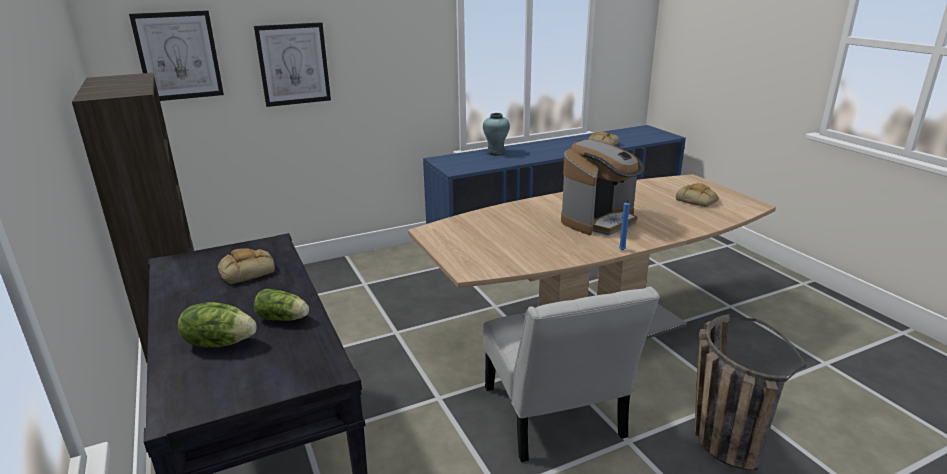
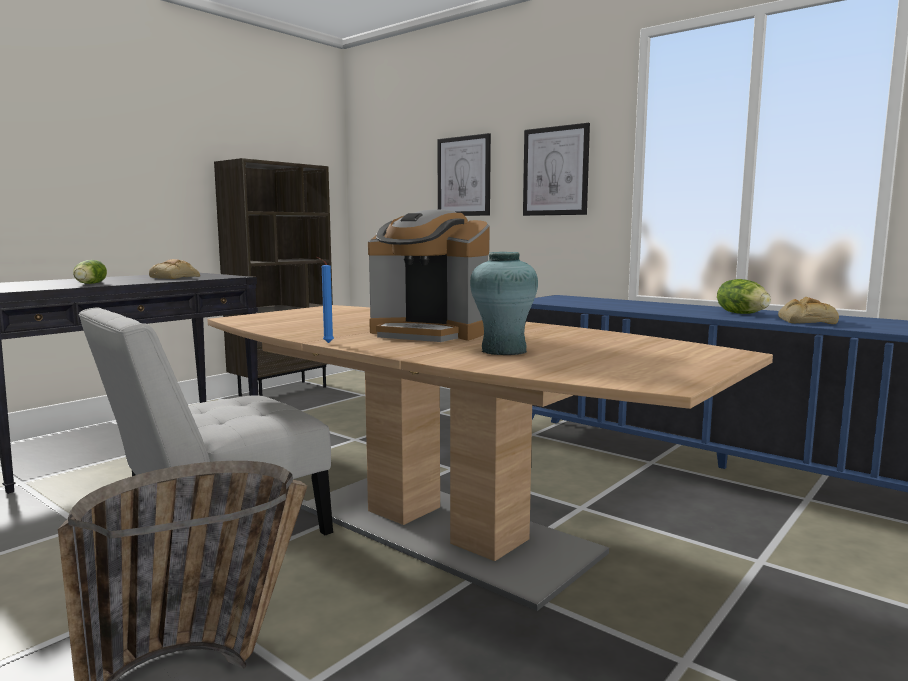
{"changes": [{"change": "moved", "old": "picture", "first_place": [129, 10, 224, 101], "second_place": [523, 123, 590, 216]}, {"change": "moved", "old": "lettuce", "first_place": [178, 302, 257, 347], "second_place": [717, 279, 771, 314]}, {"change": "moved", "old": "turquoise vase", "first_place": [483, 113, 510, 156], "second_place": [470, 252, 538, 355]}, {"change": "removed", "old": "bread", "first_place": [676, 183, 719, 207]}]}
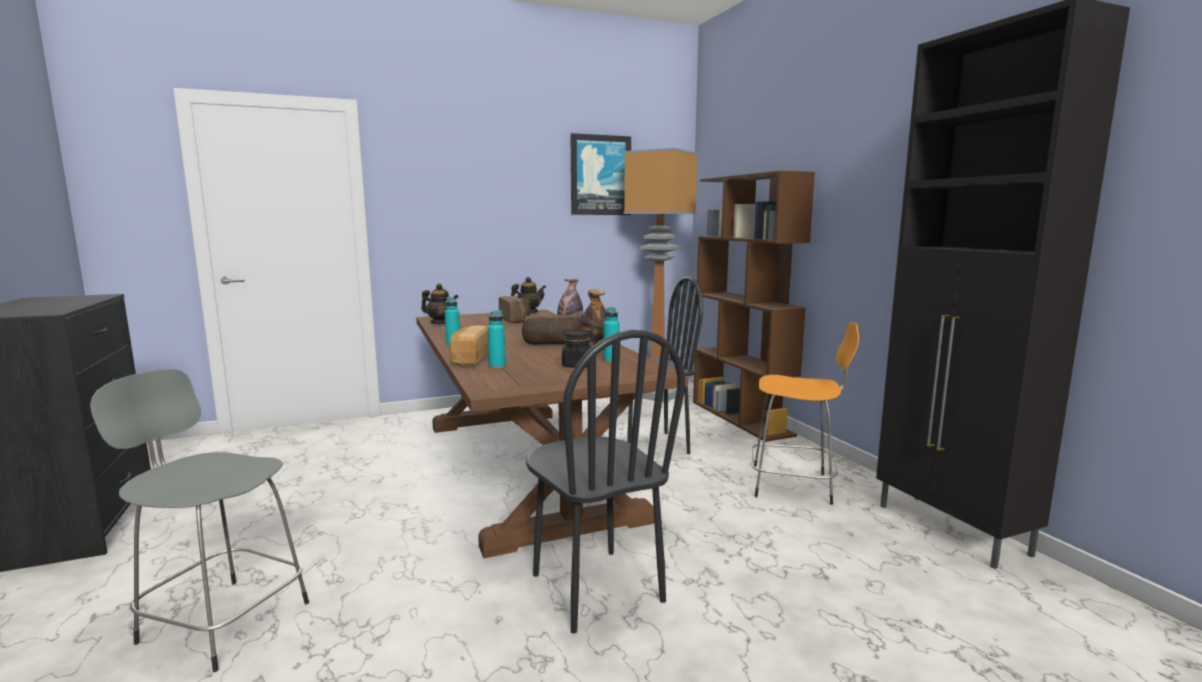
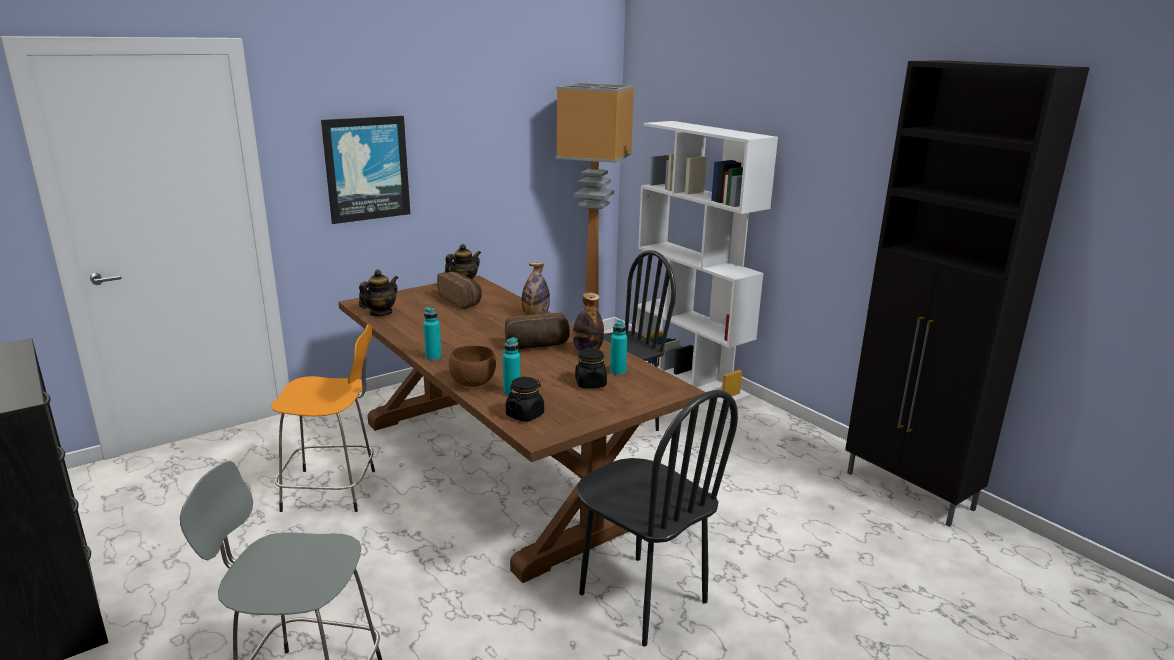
{"changes": [{"change": "turned", "old": "teapot", "first_place": [421, 284, 458, 324], "second_place": [359, 270, 398, 316], "degrees": -60}, {"change": "replaced", "old": "bread", "new": "brown bowl", "first_place": [450, 326, 488, 366], "second_place": [449, 346, 496, 387]}, {"change": "moved", "old": "picture", "first_place": [571, 133, 631, 215], "second_place": [321, 116, 410, 224]}, {"change": "recoloured", "old": "brown bookcase", "new": "white bookcase", "first_place": [693, 171, 815, 442], "second_place": [635, 121, 778, 406]}, {"change": "moved", "old": "orange stool", "first_place": [751, 322, 859, 505], "second_place": [271, 324, 375, 512]}, {"change": "added", "new": "black jar", "second_place": [506, 377, 544, 422]}]}
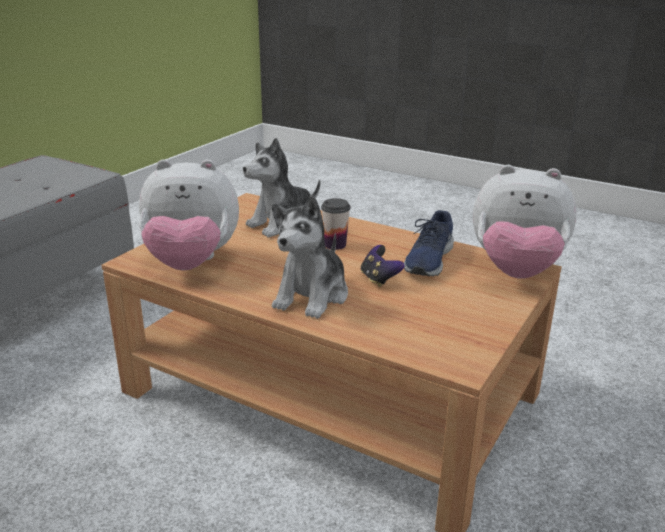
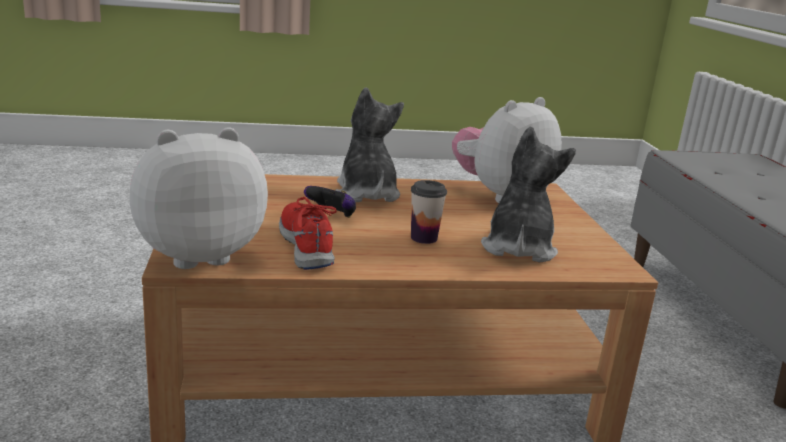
{"changes": [{"change": "recoloured", "old": "blue shoe", "new": "red shoe", "first_place": [404, 210, 454, 276], "second_place": [279, 197, 337, 270]}]}
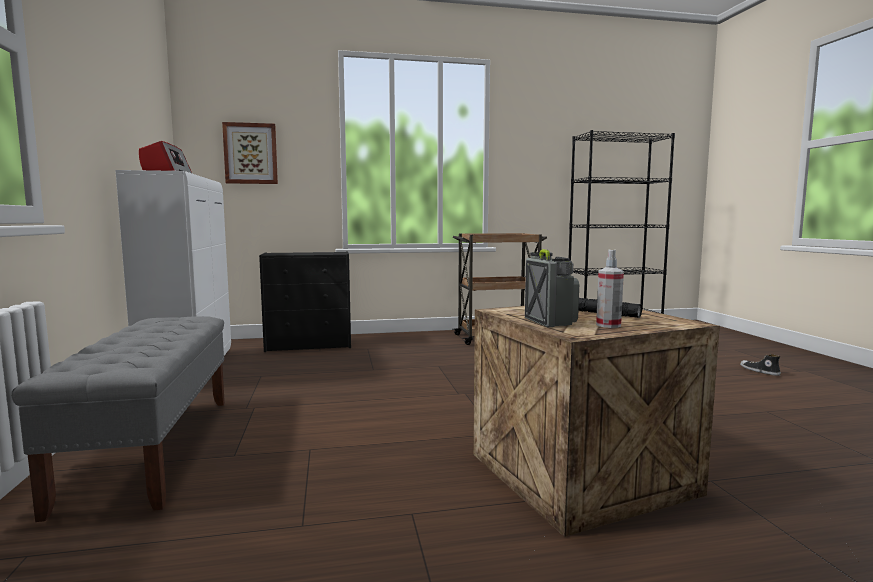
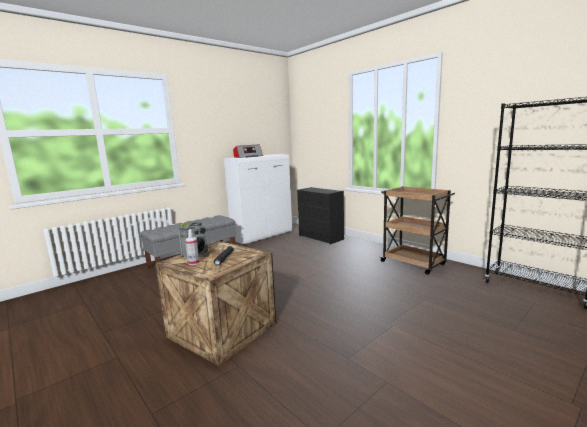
{"changes": [{"change": "removed", "old": "picture", "first_place": [222, 122, 278, 184]}, {"change": "removed", "old": "shoe", "first_place": [740, 354, 781, 376]}]}
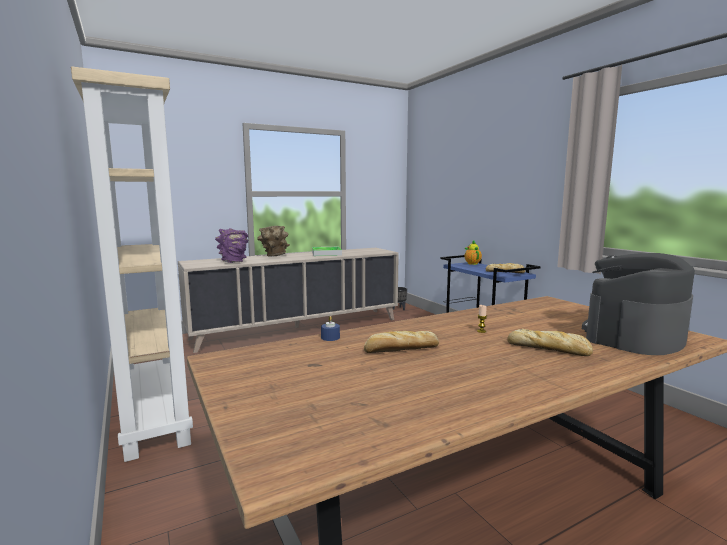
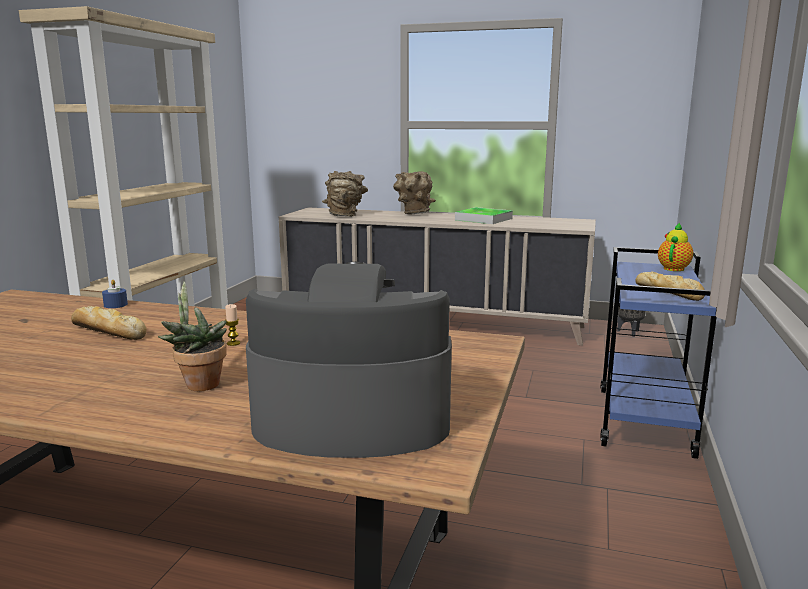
{"changes": [{"change": "recoloured", "old": "purple vase", "new": "brown vase", "first_place": [215, 228, 248, 263], "second_place": [322, 171, 368, 217]}, {"change": "replaced", "old": "bread", "new": "potted plant", "first_place": [507, 328, 593, 356], "second_place": [158, 281, 227, 391]}]}
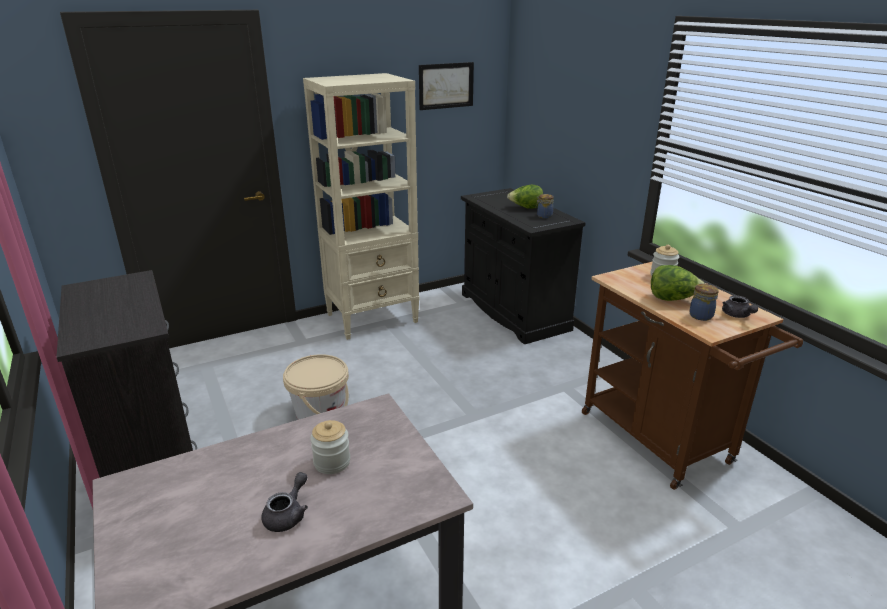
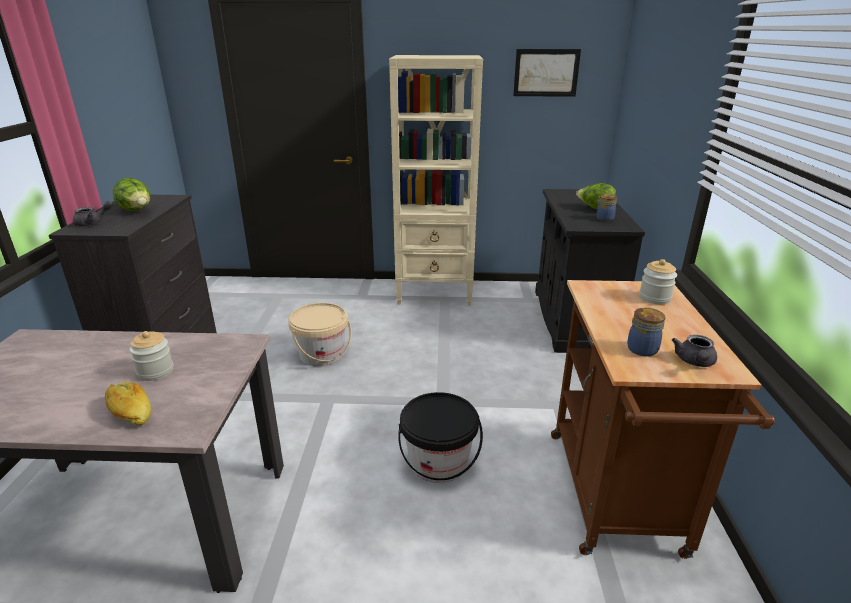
{"changes": [{"change": "moved", "old": "grey teapot", "first_place": [261, 472, 308, 532], "second_place": [73, 201, 113, 226]}, {"change": "moved", "old": "lettuce", "first_place": [651, 265, 706, 301], "second_place": [113, 178, 150, 211]}, {"change": "added", "new": "bread", "second_place": [105, 382, 151, 425]}, {"change": "added", "new": "black bucket", "second_place": [398, 392, 483, 483]}]}
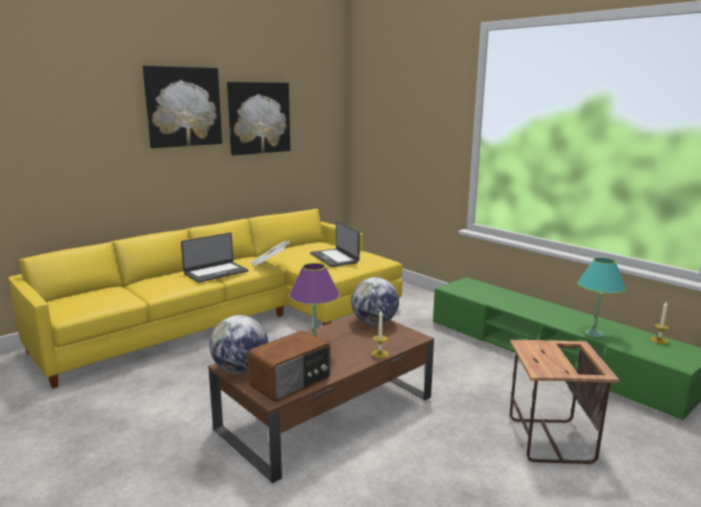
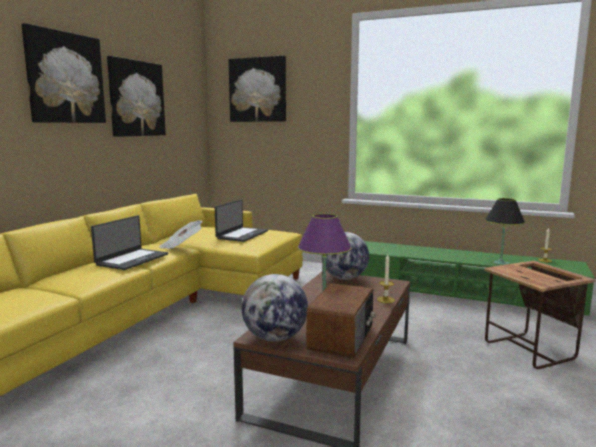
{"changes": [{"change": "turned", "old": "laptop", "first_place": [310, 221, 360, 267], "second_place": [215, 199, 268, 242], "degrees": -105}, {"change": "recoloured", "old": "turquoise table lamp", "new": "black table lamp", "first_place": [577, 258, 626, 337], "second_place": [485, 198, 525, 265]}, {"change": "added", "new": "picture", "second_place": [228, 56, 286, 122]}]}
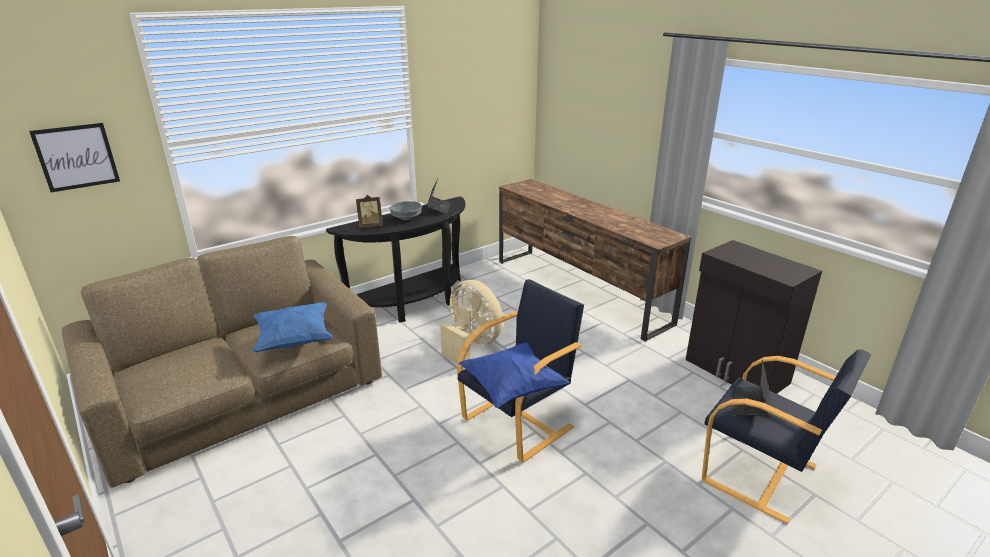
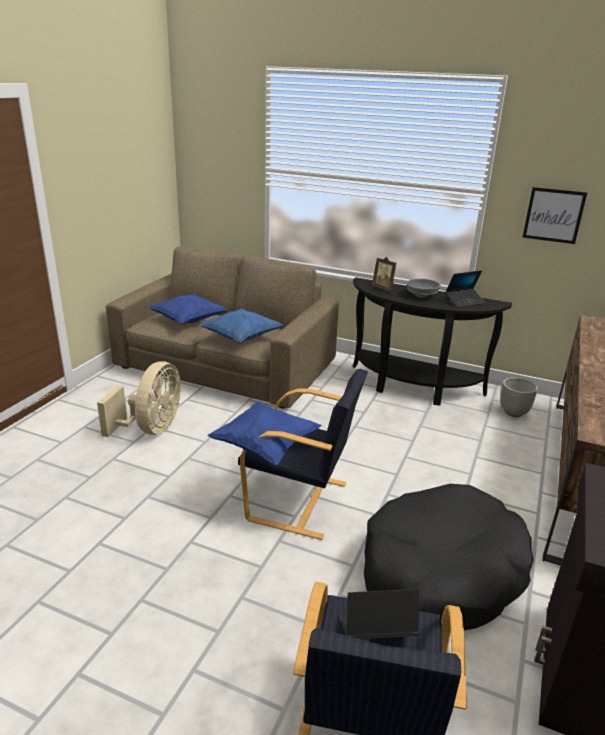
{"changes": [{"change": "moved", "old": "picture", "first_place": [29, 123, 120, 192], "second_place": [522, 187, 587, 244]}, {"change": "moved", "old": "beige fan", "first_place": [440, 280, 503, 369], "second_place": [97, 361, 181, 437]}, {"change": "added", "new": "blue pillow", "second_place": [148, 294, 228, 325]}, {"change": "added", "new": "black dog bed", "second_place": [364, 484, 533, 630]}, {"change": "added", "new": "planter", "second_place": [500, 377, 538, 417]}]}
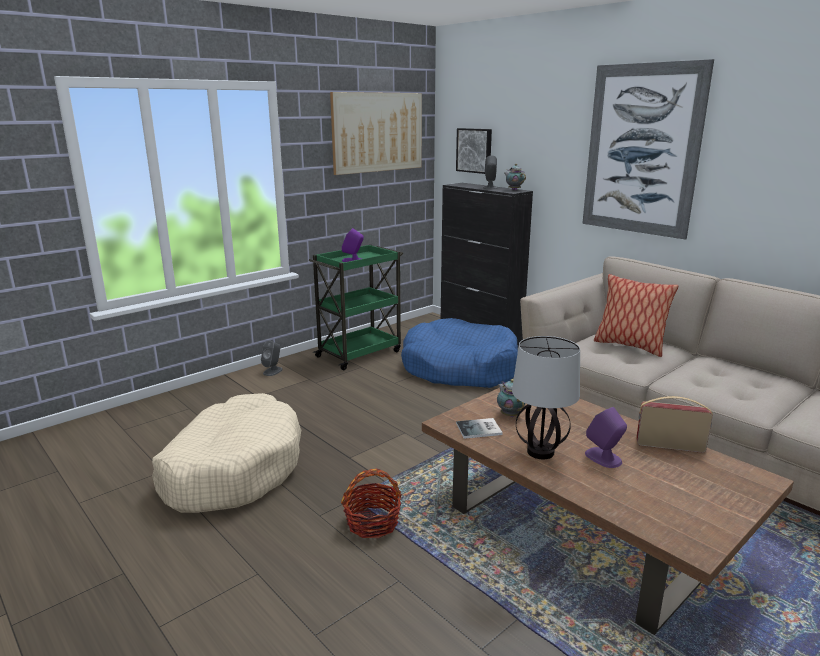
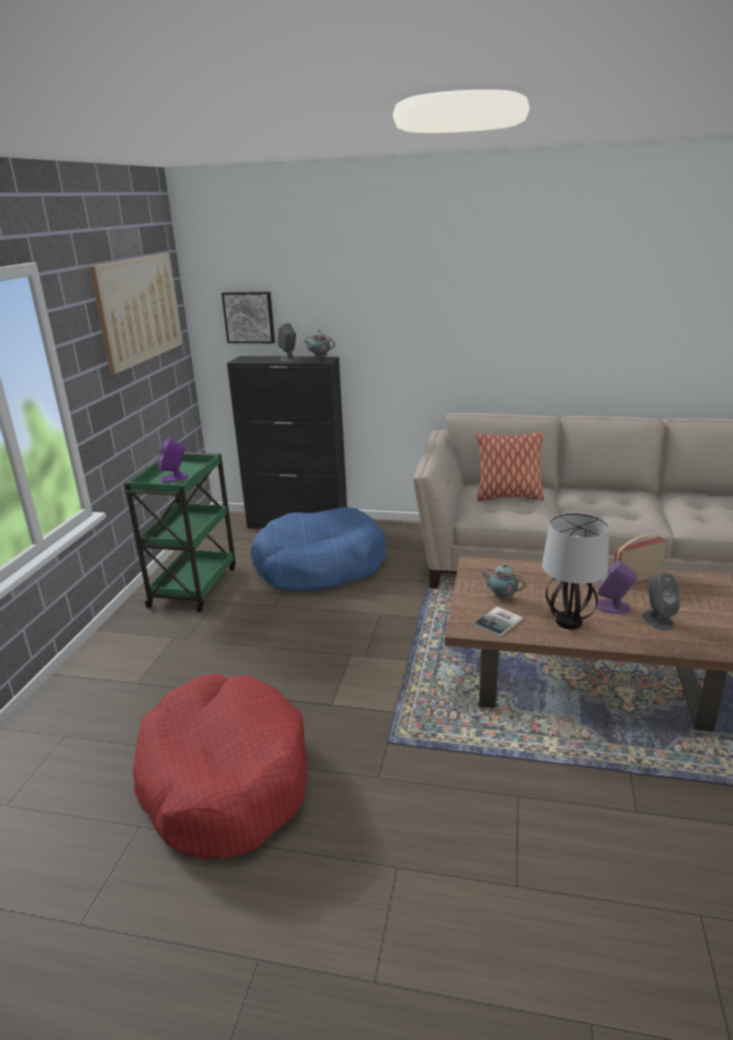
{"changes": [{"change": "recoloured", "old": "beige dog bed", "new": "red dog bed", "first_place": [152, 393, 301, 513], "second_place": [133, 673, 307, 859]}, {"change": "moved", "old": "grey speaker", "first_place": [261, 341, 283, 376], "second_place": [642, 573, 680, 630]}, {"change": "removed", "old": "basket", "first_place": [341, 469, 402, 538]}, {"change": "removed", "old": "picture", "first_place": [582, 59, 714, 240]}]}
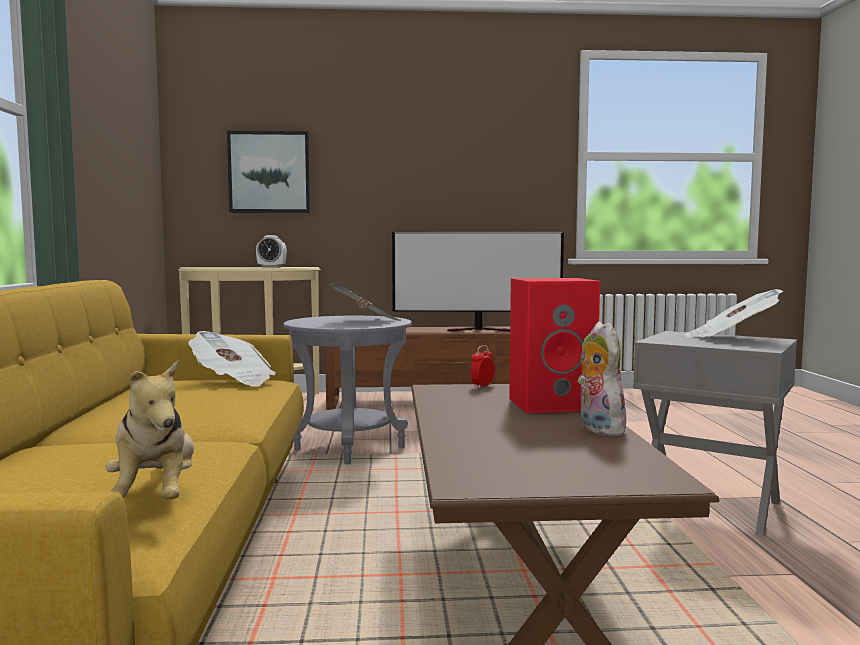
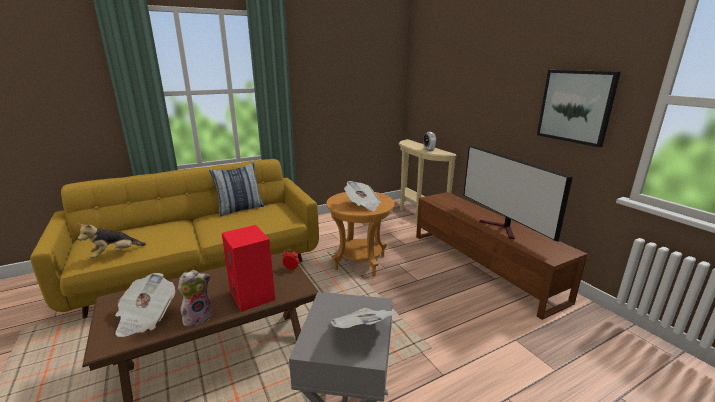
{"changes": [{"change": "moved", "old": "newspaper", "first_place": [188, 331, 276, 387], "second_place": [115, 273, 175, 337]}, {"change": "moved", "old": "picture", "first_place": [227, 131, 310, 213], "second_place": [537, 70, 621, 147]}, {"change": "recoloured", "old": "grey side table", "new": "brown side table", "first_place": [283, 316, 411, 464], "second_place": [326, 192, 394, 276]}, {"change": "added", "new": "pillow", "second_place": [209, 163, 264, 216]}]}
